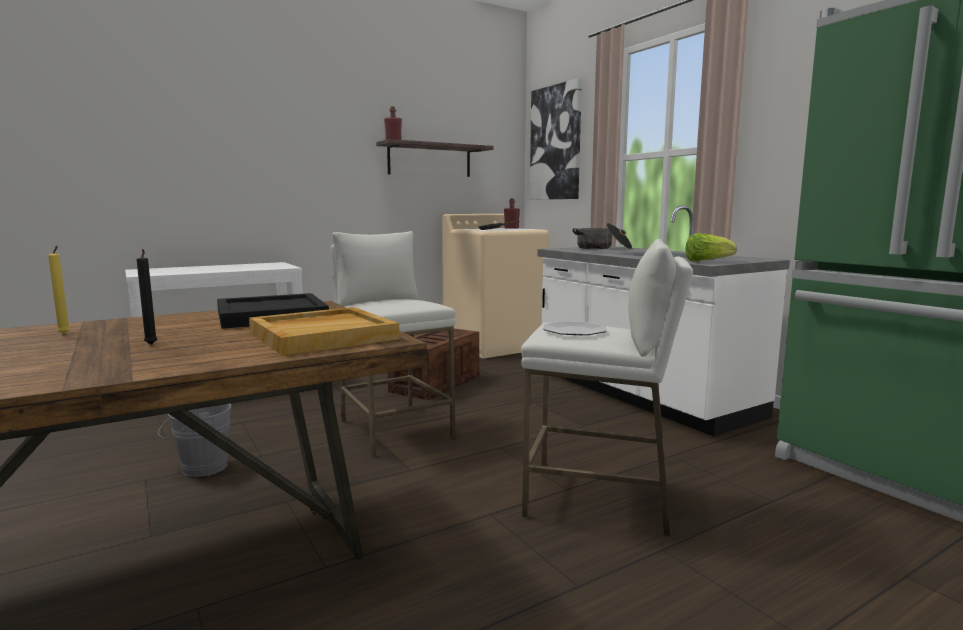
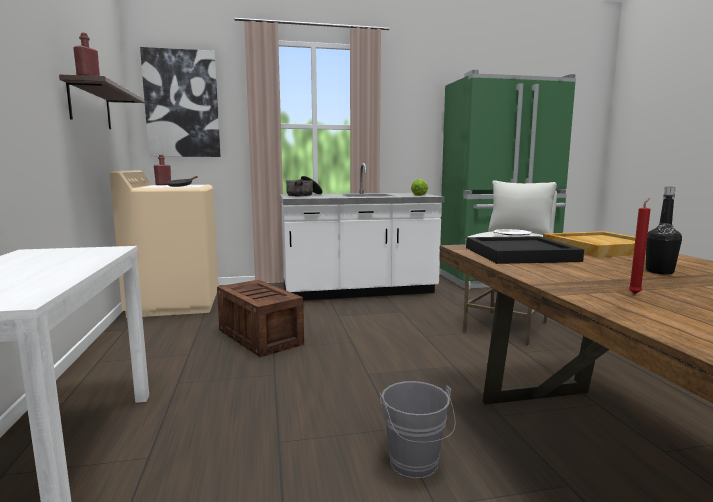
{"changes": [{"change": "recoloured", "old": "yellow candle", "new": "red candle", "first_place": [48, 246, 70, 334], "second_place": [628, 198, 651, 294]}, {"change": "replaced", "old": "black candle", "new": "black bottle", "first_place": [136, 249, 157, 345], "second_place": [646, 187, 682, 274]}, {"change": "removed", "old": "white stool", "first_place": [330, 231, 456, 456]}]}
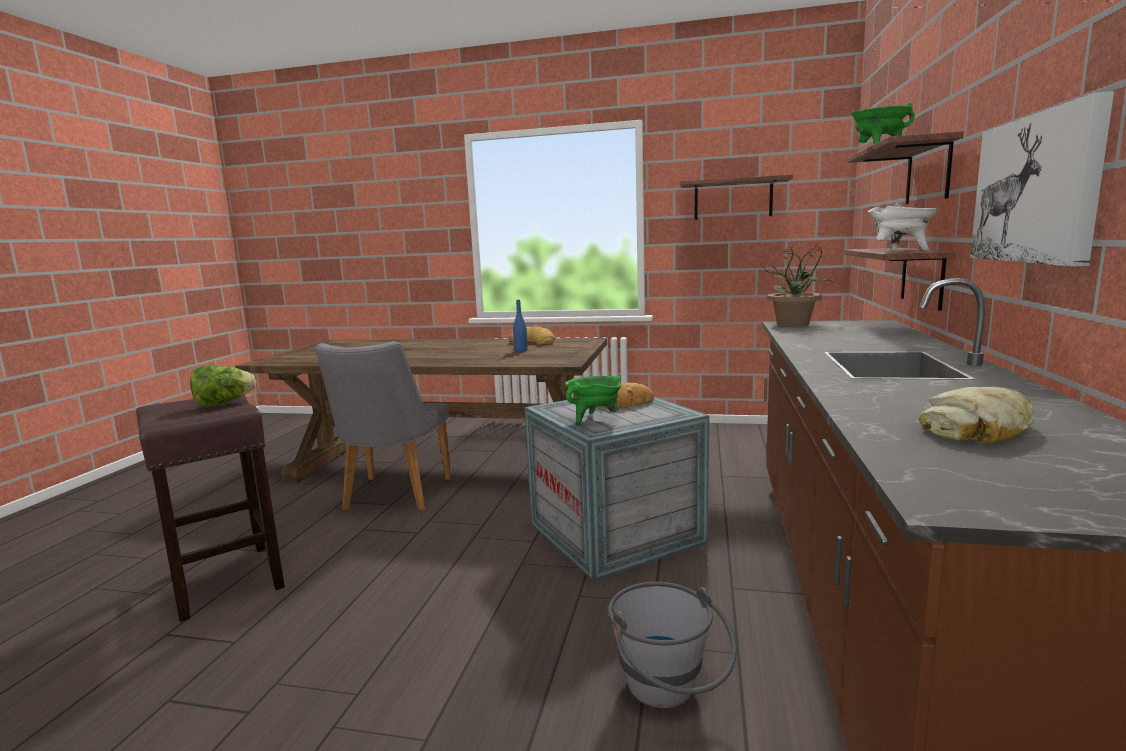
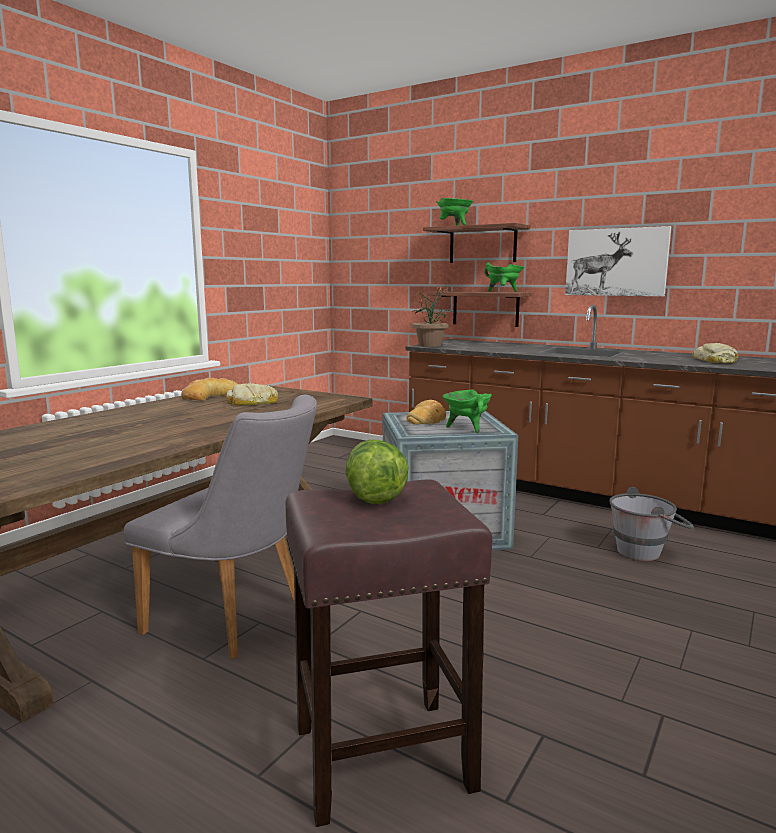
{"changes": [{"change": "replaced", "old": "blue bottle", "new": "bread", "first_place": [513, 300, 527, 352], "second_place": [227, 383, 278, 405]}, {"change": "removed", "old": "shelf", "first_place": [680, 174, 793, 220]}, {"change": "recoloured", "old": "white cooking pot", "new": "green cooking pot", "first_place": [868, 203, 939, 251], "second_place": [484, 262, 524, 292]}]}
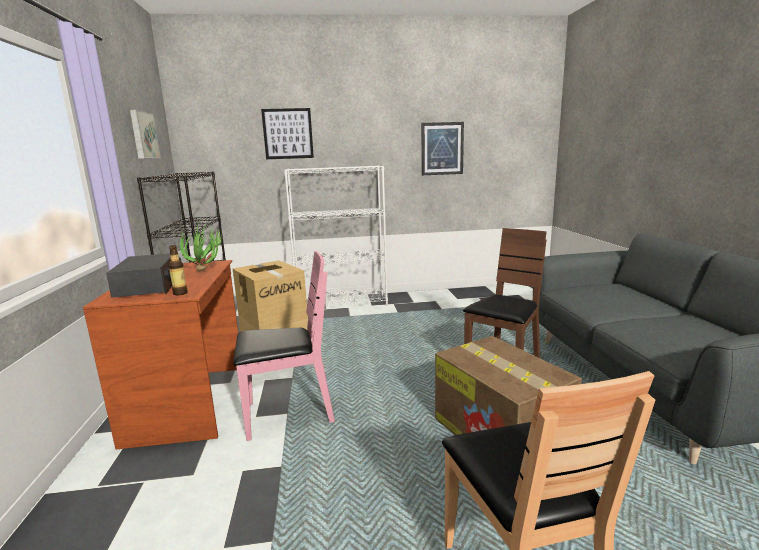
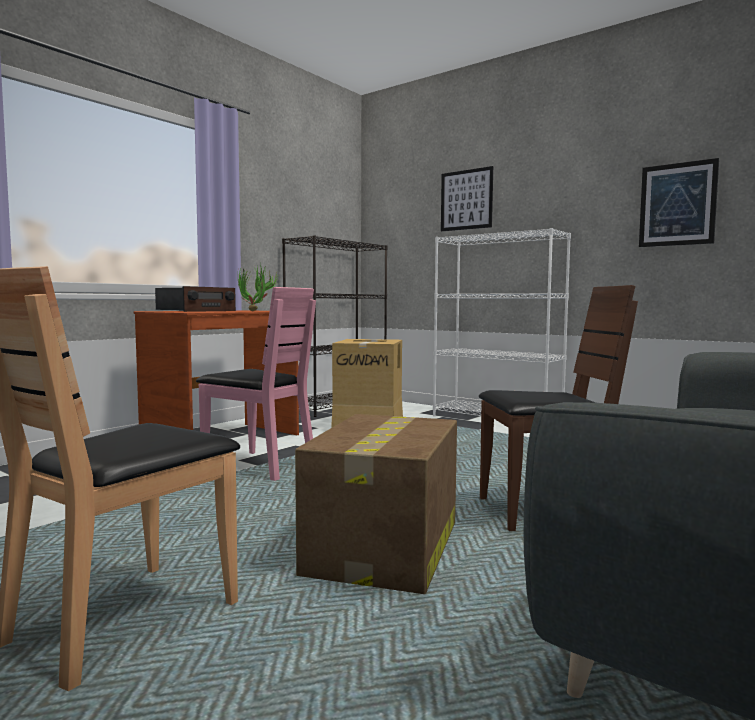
{"changes": [{"change": "removed", "old": "picture", "first_place": [130, 110, 160, 159]}, {"change": "removed", "old": "bottle", "first_place": [168, 245, 188, 295]}]}
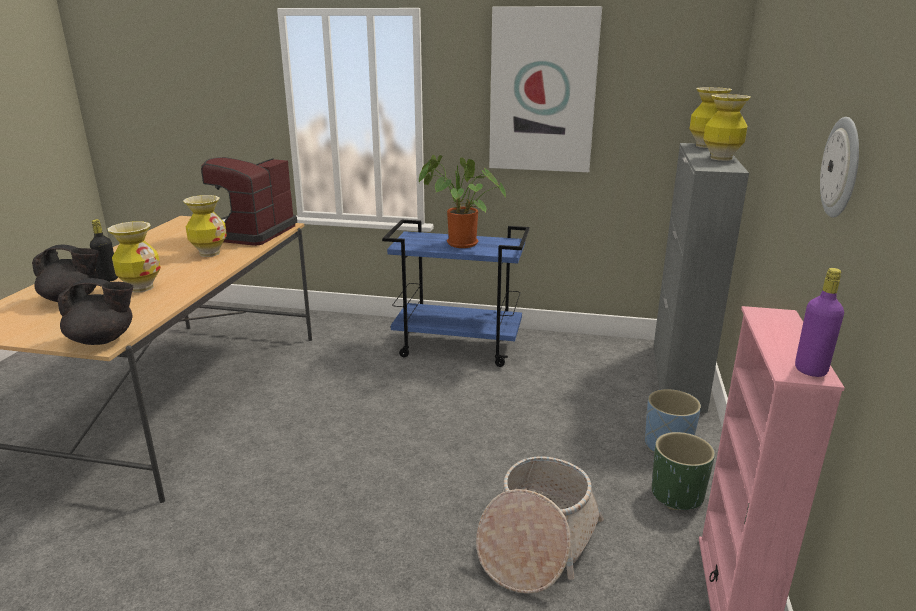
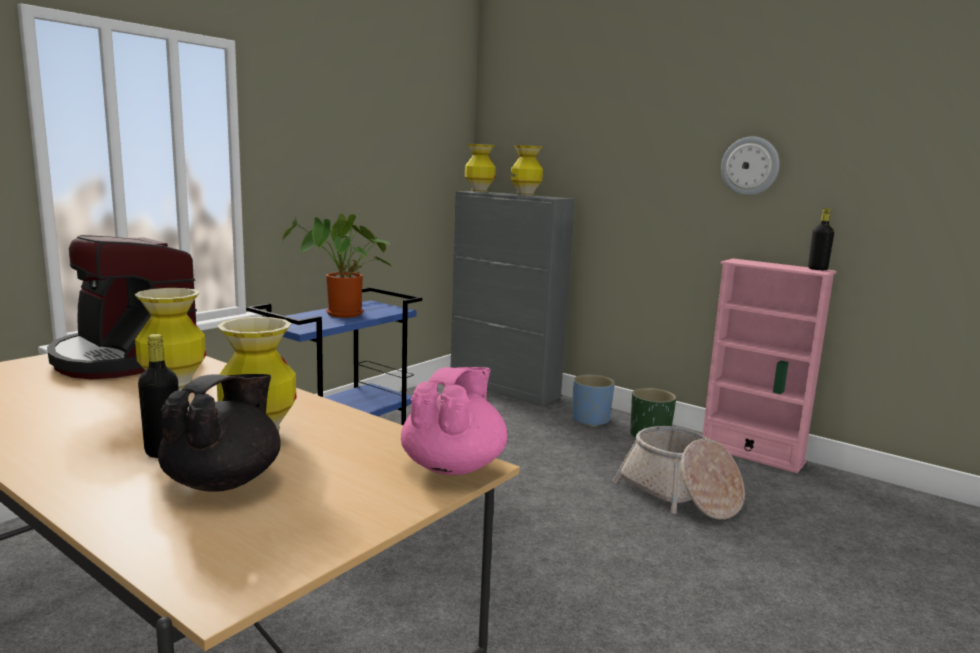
{"changes": [{"change": "recoloured", "old": "black teapot", "new": "pink teapot", "first_place": [58, 278, 133, 345], "second_place": [401, 367, 508, 475]}, {"change": "removed", "old": "picture", "first_place": [489, 6, 602, 172]}, {"change": "recoloured", "old": "purple bottle", "new": "black bottle", "first_place": [795, 268, 844, 377], "second_place": [808, 208, 834, 270]}]}
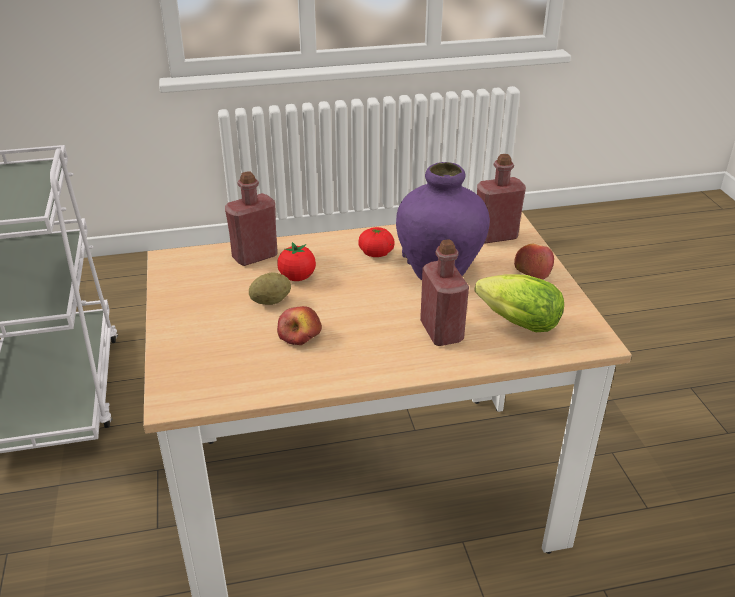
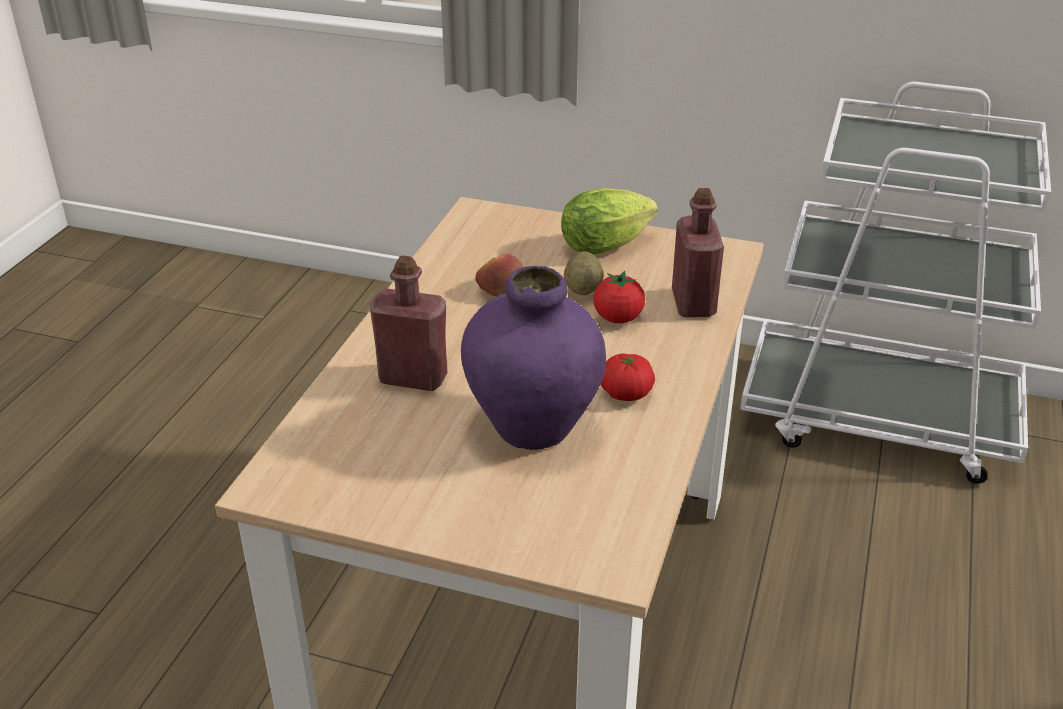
{"changes": [{"change": "moved", "old": "lettuce", "first_place": [474, 274, 564, 332], "second_place": [561, 188, 658, 254]}, {"change": "removed", "old": "red bottle", "first_place": [477, 154, 526, 244]}, {"change": "removed", "old": "apple", "first_place": [514, 244, 554, 280]}]}
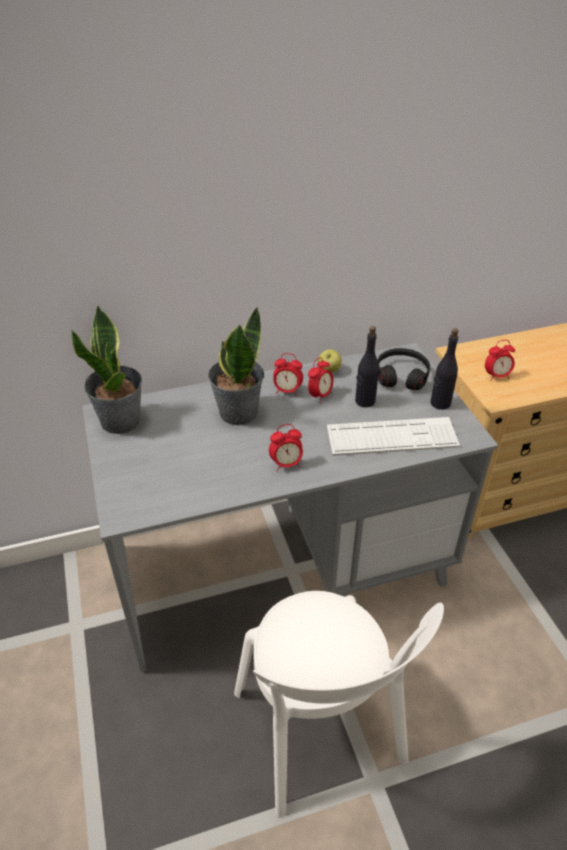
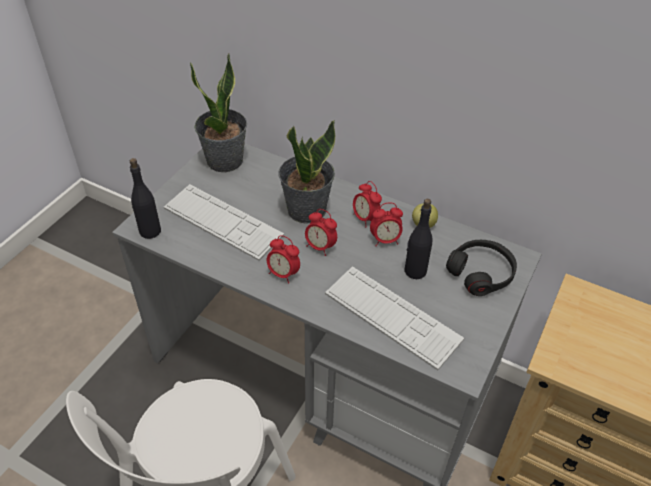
{"changes": [{"change": "moved", "old": "black bottle", "first_place": [430, 328, 458, 410], "second_place": [130, 158, 161, 239]}, {"change": "moved", "old": "alarm clock", "first_place": [485, 340, 515, 381], "second_place": [305, 209, 337, 256]}, {"change": "added", "new": "keyboard", "second_place": [164, 184, 284, 261]}]}
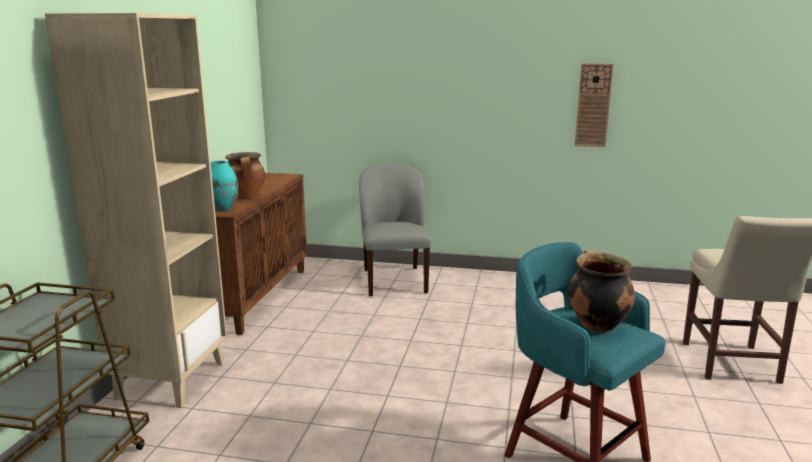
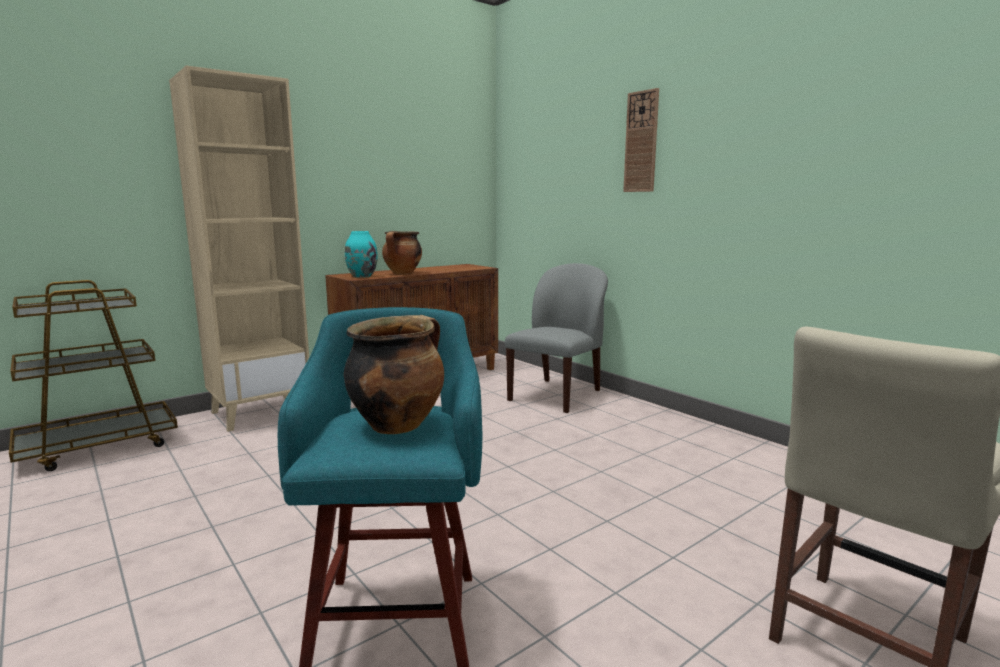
{"changes": [{"change": "moved", "old": "wall clock", "first_place": [575, 63, 614, 147], "second_place": [623, 88, 659, 192]}]}
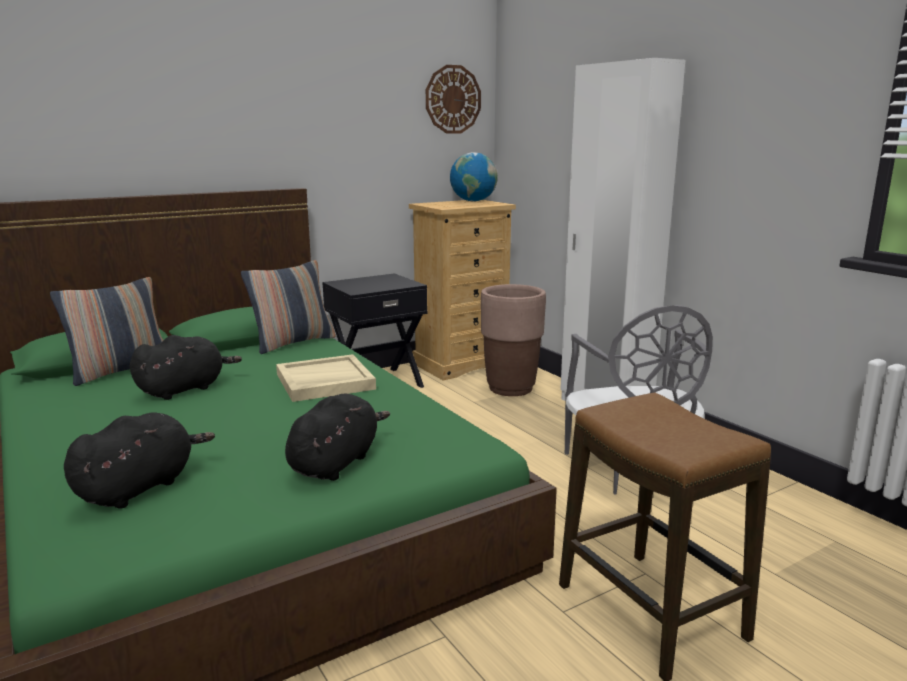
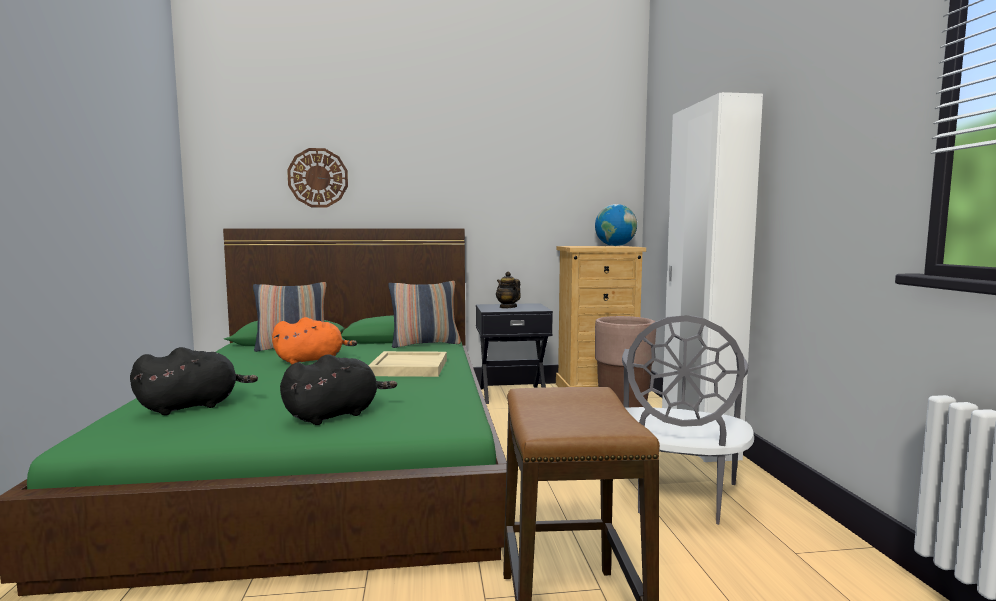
{"changes": [{"change": "recoloured", "old": "black plush toy", "new": "orange plush toy", "first_place": [130, 335, 242, 400], "second_place": [272, 317, 357, 364]}, {"change": "moved", "old": "wall clock", "first_place": [426, 65, 481, 134], "second_place": [287, 148, 348, 207]}, {"change": "added", "new": "teapot", "second_place": [496, 272, 520, 308]}]}
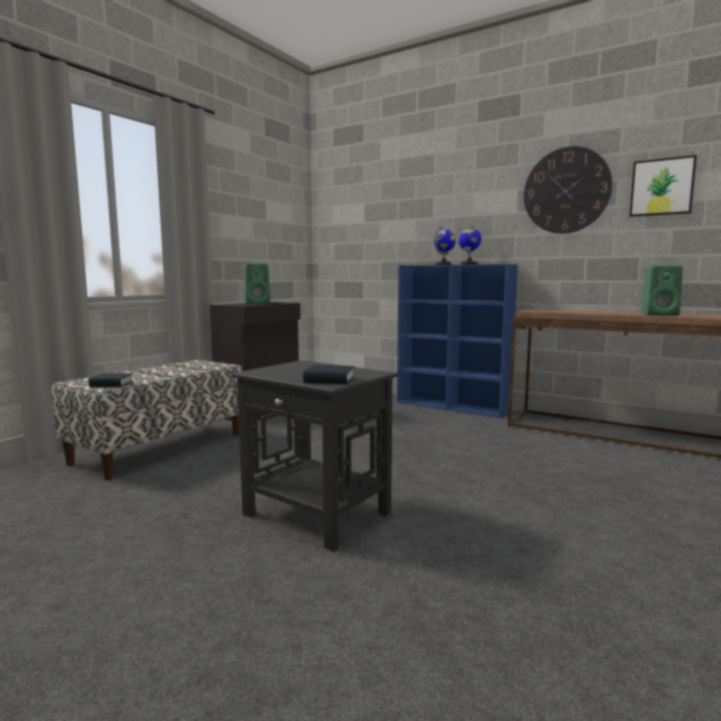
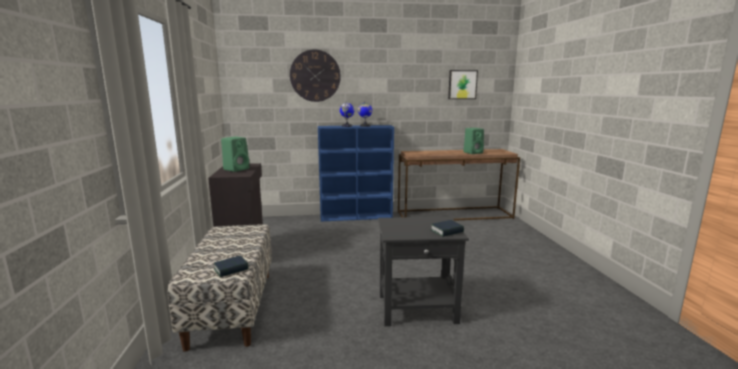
{"changes": [{"change": "moved", "old": "wall clock", "first_place": [524, 146, 612, 234], "second_place": [290, 49, 341, 102]}]}
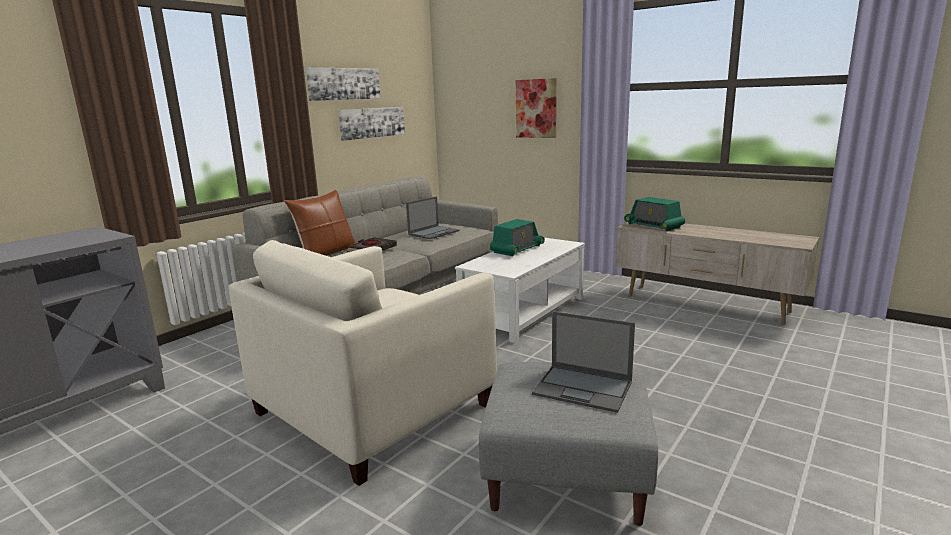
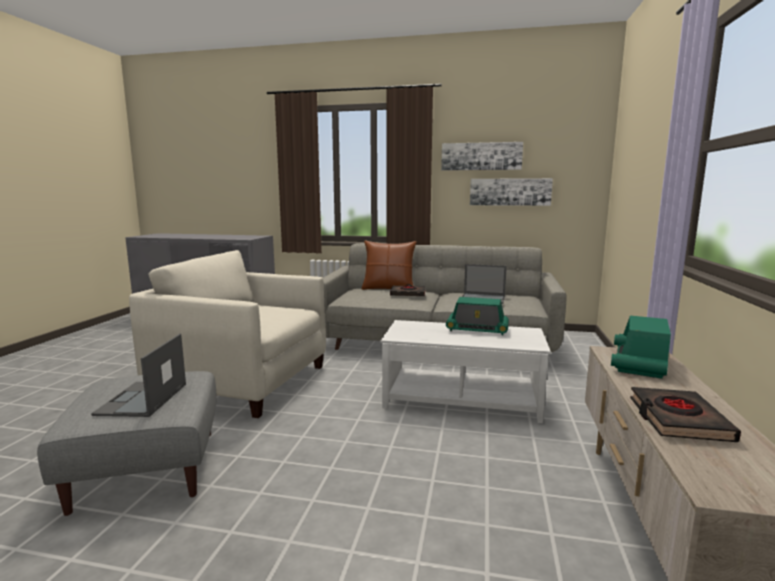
{"changes": [{"change": "removed", "old": "picture", "first_place": [516, 78, 557, 138]}, {"change": "added", "new": "black book", "second_place": [630, 387, 741, 442]}]}
